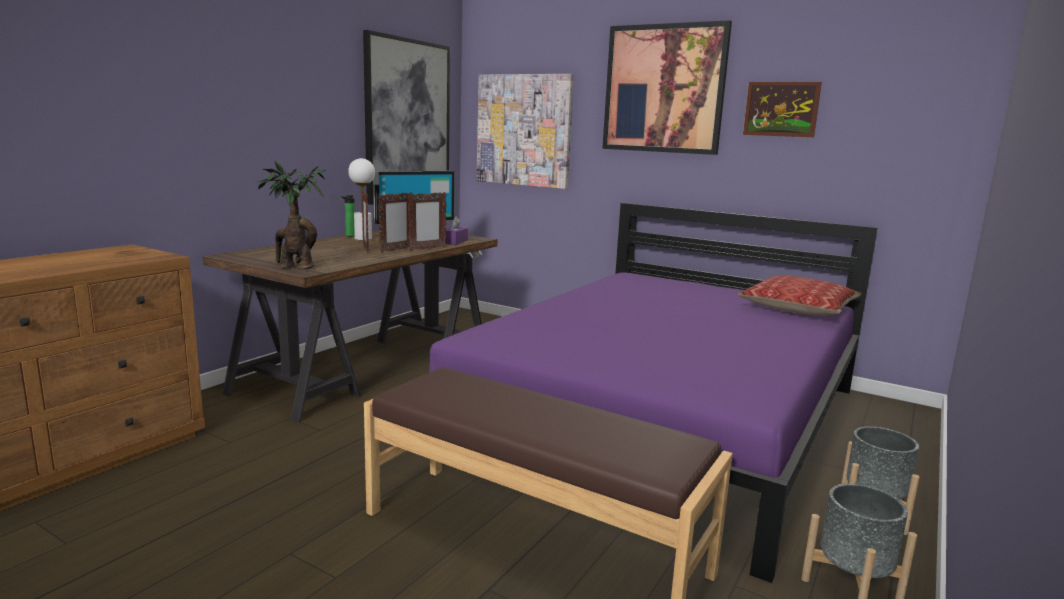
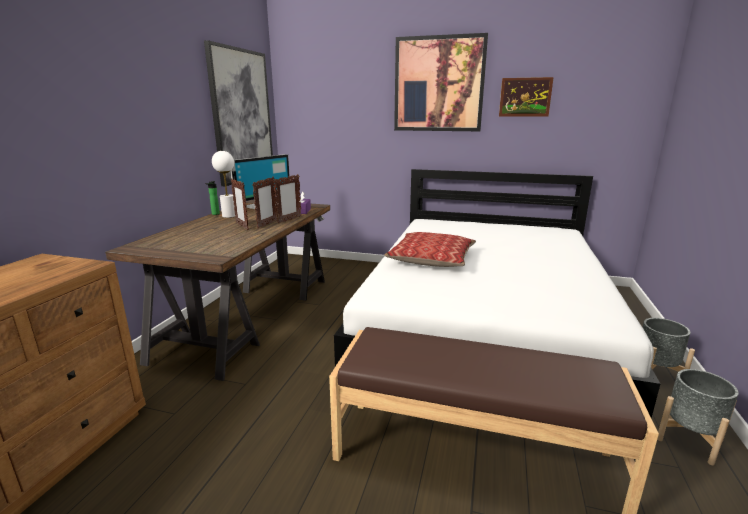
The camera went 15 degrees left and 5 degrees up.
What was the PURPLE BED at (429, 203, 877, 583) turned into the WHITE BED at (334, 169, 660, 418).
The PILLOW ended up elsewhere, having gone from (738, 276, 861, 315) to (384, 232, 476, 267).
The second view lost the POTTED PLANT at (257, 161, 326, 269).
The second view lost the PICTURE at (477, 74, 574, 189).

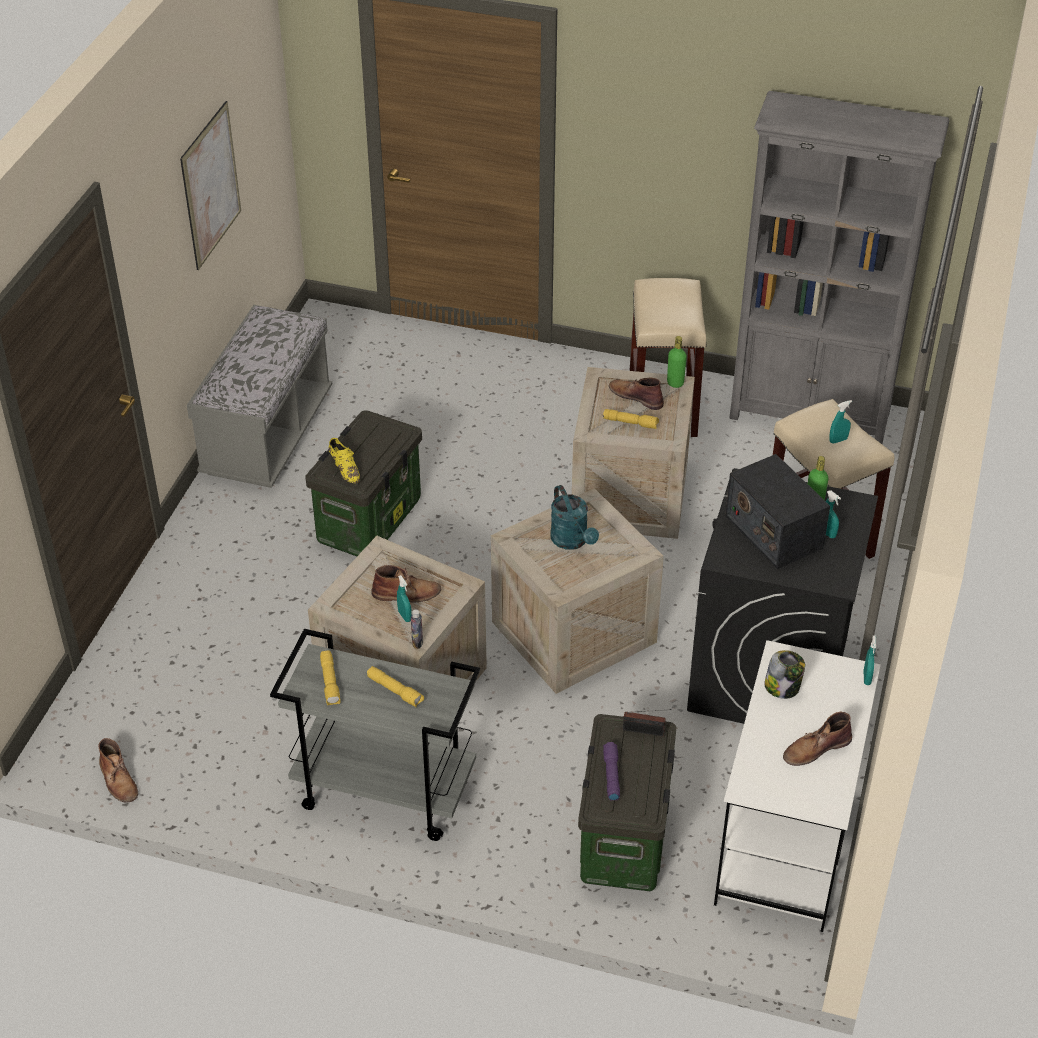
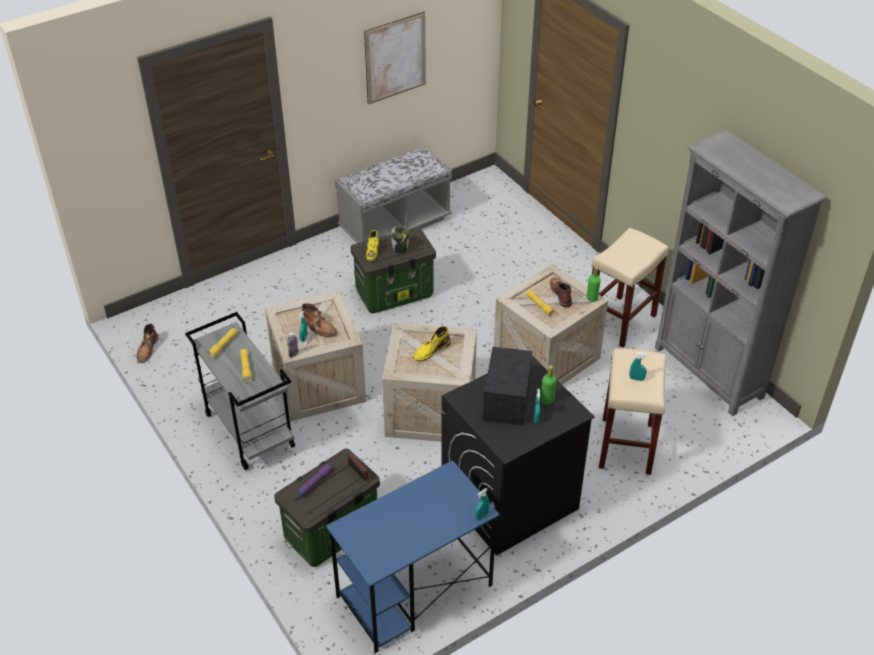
The camera went 40 degrees right and 0 degrees up.
What was the WHITE DESK at (714, 640, 881, 932) turned into the BLUE DESK at (326, 460, 500, 653).
The JAR ended up elsewhere, having gone from (764, 650, 805, 699) to (391, 226, 409, 253).
Where the TURQUOISE WATERING CAN stood at (550, 485, 599, 550), the YELLOW BOOT came to stand at (413, 326, 451, 361).
The second view lost the BROWN BOOT at (783, 712, 852, 766).

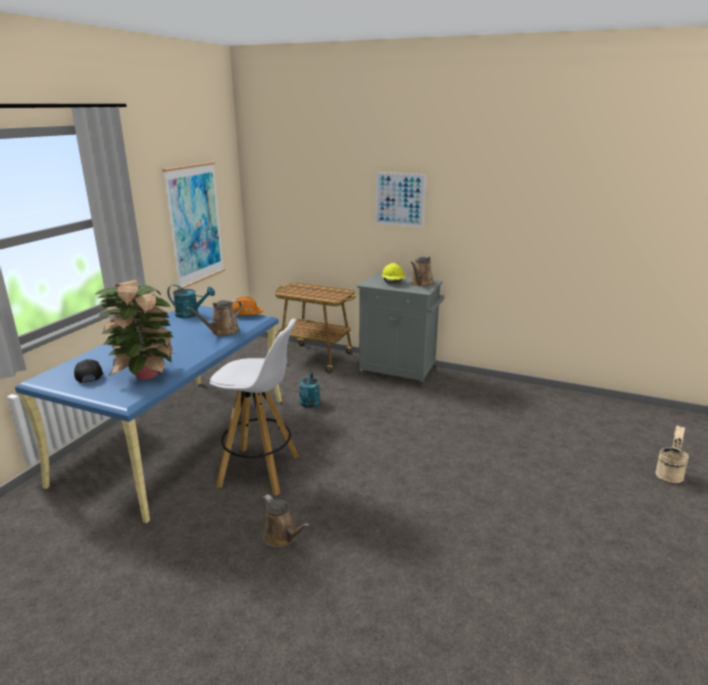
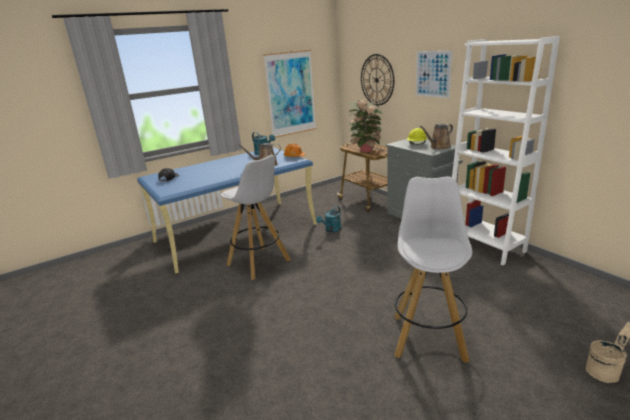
The camera went 35 degrees right and 0 degrees up.
The POTTED PLANT ended up elsewhere, having gone from (94, 280, 176, 380) to (348, 99, 382, 152).
The second view gained the WALL CLOCK at (361, 54, 394, 105).
The second view gained the WHITE STOOL at (394, 177, 472, 363).
The second view gained the WHITE BOOKCASE at (452, 36, 560, 266).
The second view lost the BROWN WATERING CAN at (261, 495, 310, 547).

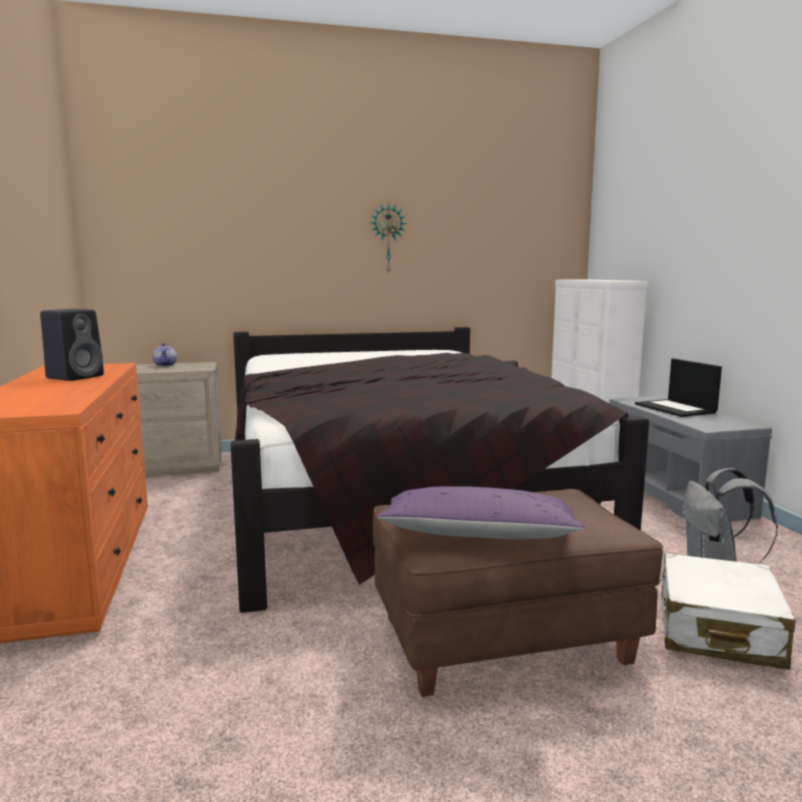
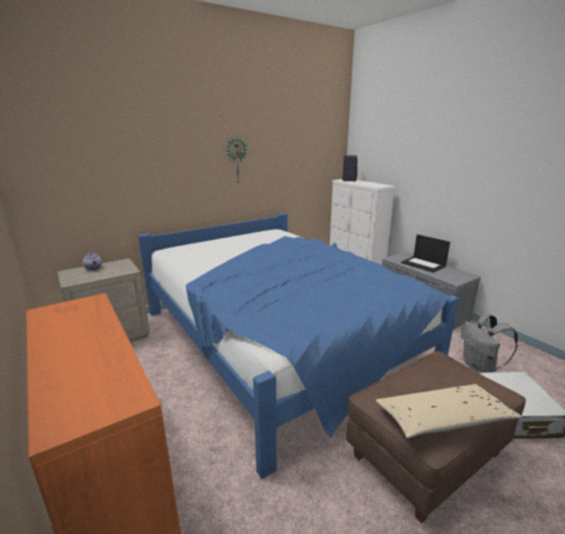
The camera went 20 degrees left and 10 degrees up.
What was the BLACK BED at (231, 327, 649, 613) turned into the BLUE BED at (138, 213, 459, 479).
The BLACK SPEAKER ended up elsewhere, having gone from (40, 309, 104, 381) to (342, 155, 357, 181).
What was the PURPLE PILLOW at (377, 487, 585, 539) turned into the BEIGE PILLOW at (376, 384, 523, 438).

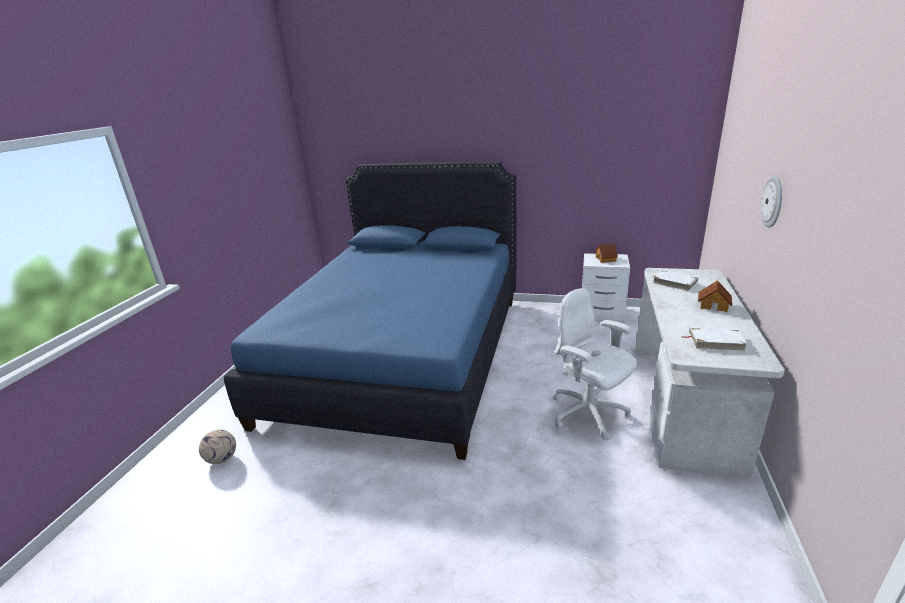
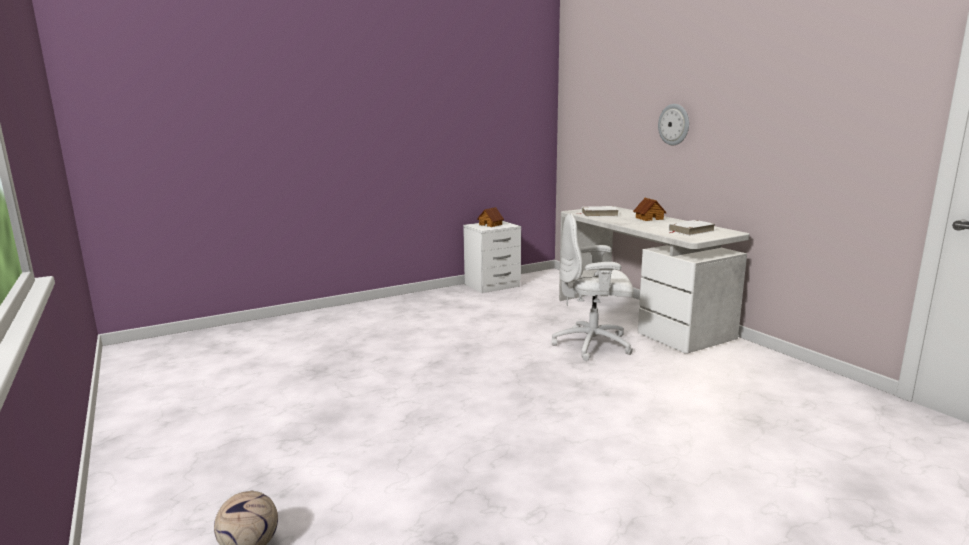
The camera went 45 degrees left and 10 degrees down.
The second view lost the BLUE BED at (224, 162, 516, 460).

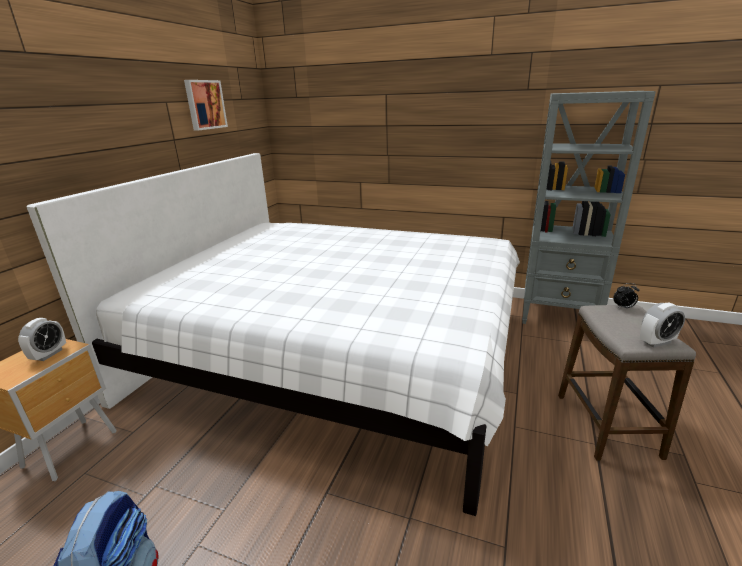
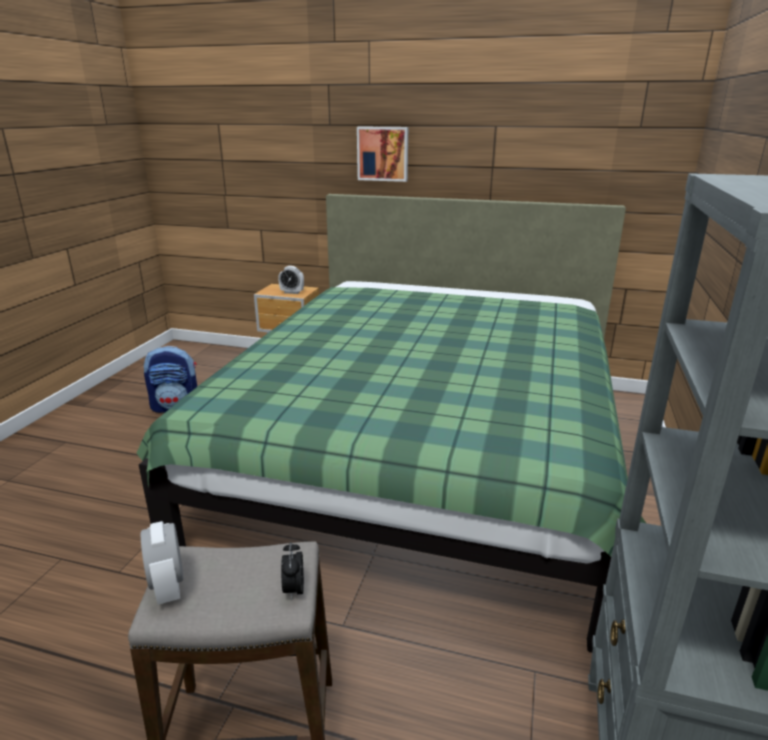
The camera went 85 degrees right and 0 degrees up.
What was the WHITE BED at (27, 153, 520, 516) turned into the GREEN BED at (136, 194, 646, 653).
The PICTURE ended up elsewhere, having gone from (184, 80, 228, 131) to (357, 127, 408, 182).

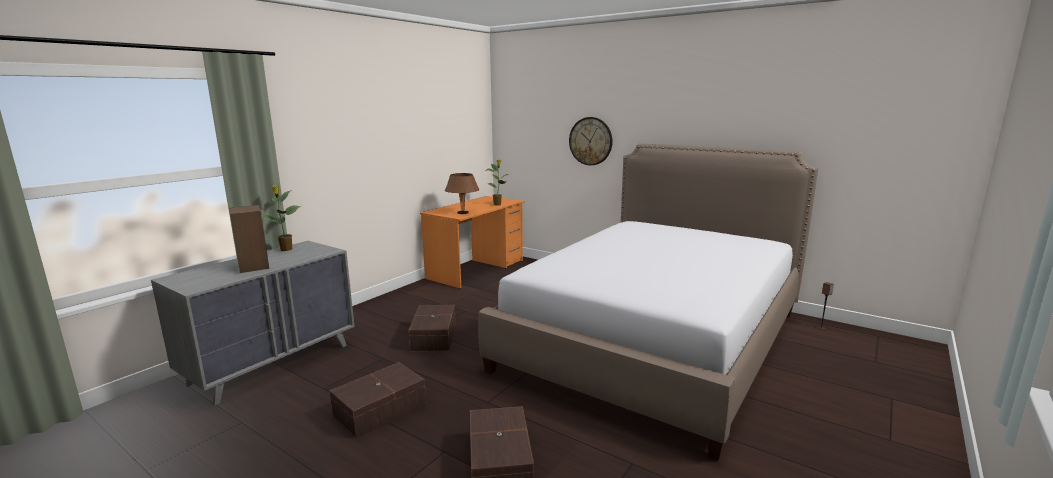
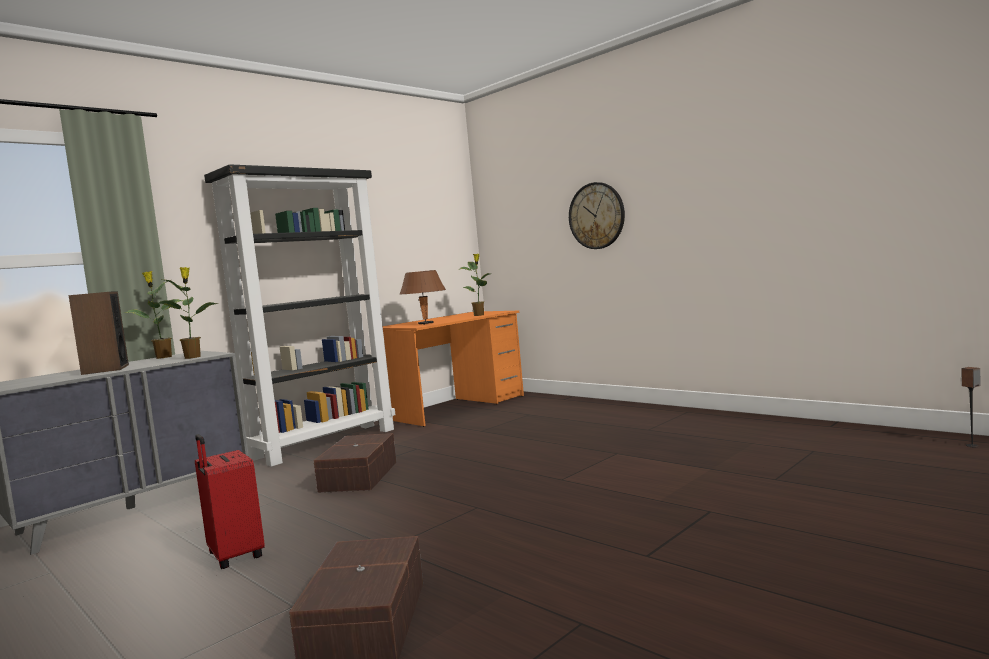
The camera went 10 degrees right and 10 degrees down.
The second view gained the POTTED PLANT at (155, 267, 218, 359).
Where the BROWN STORAGE BOX stood at (330, 362, 426, 438), the RED SUITCASE came to stand at (195, 434, 265, 569).
The second view gained the BLACK BOOKCASE at (204, 164, 396, 467).
The second view lost the BED at (478, 144, 818, 461).

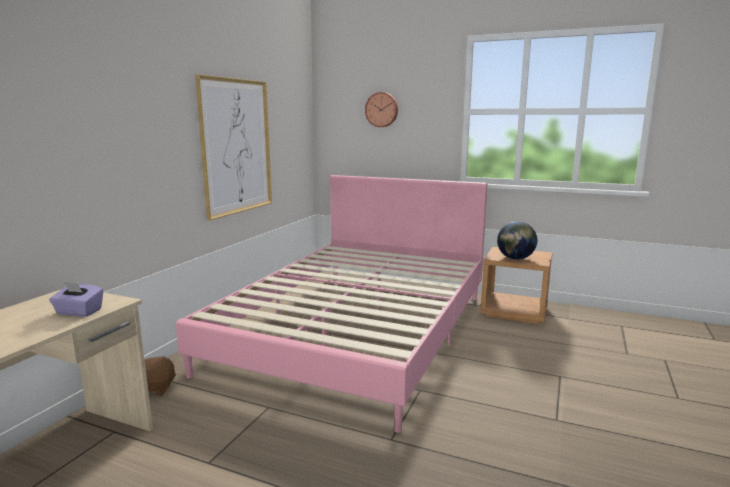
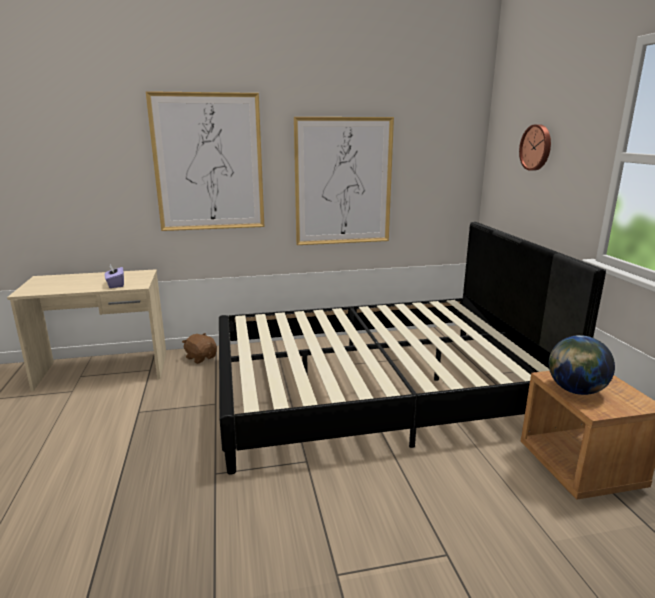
The camera went 55 degrees right and 5 degrees up.
The second view gained the PICTURE at (146, 91, 264, 231).
What was the PINK BED at (176, 175, 487, 433) turned into the BLACK BED at (219, 222, 606, 475).

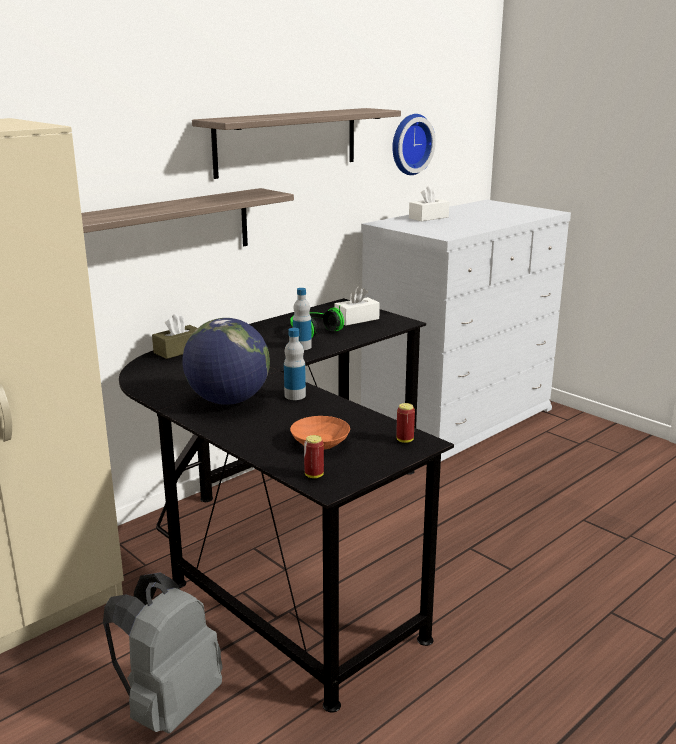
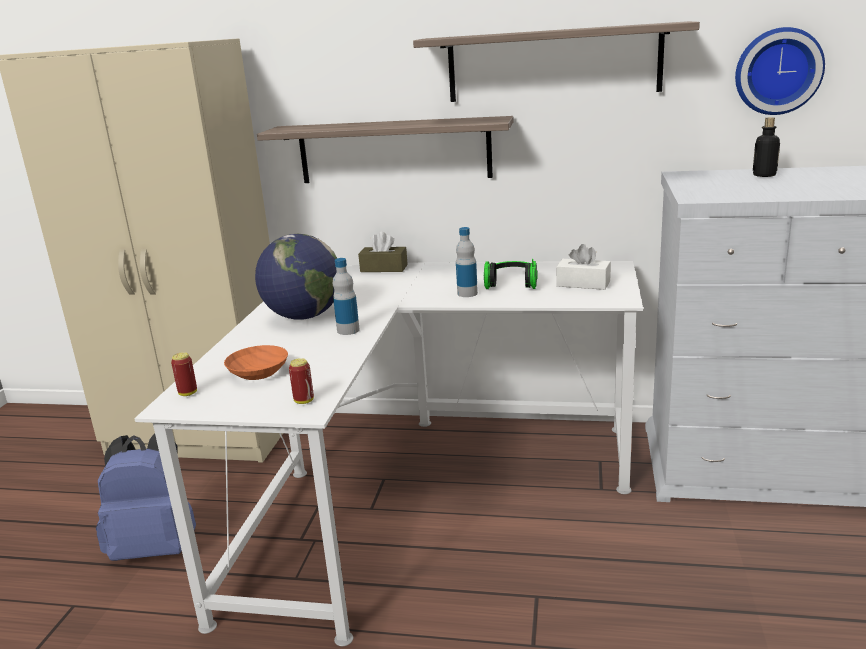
The camera went 55 degrees right and 0 degrees up.
What was the GREY BACKPACK at (103, 572, 223, 734) turned into the BLUE BACKPACK at (96, 433, 196, 561).
What was the BLACK DESK at (119, 298, 454, 713) turned into the WHITE DESK at (134, 261, 643, 646).
Where the WHITE TISSUE BOX stood at (409, 186, 449, 221), the BOTTLE came to stand at (753, 117, 780, 177).

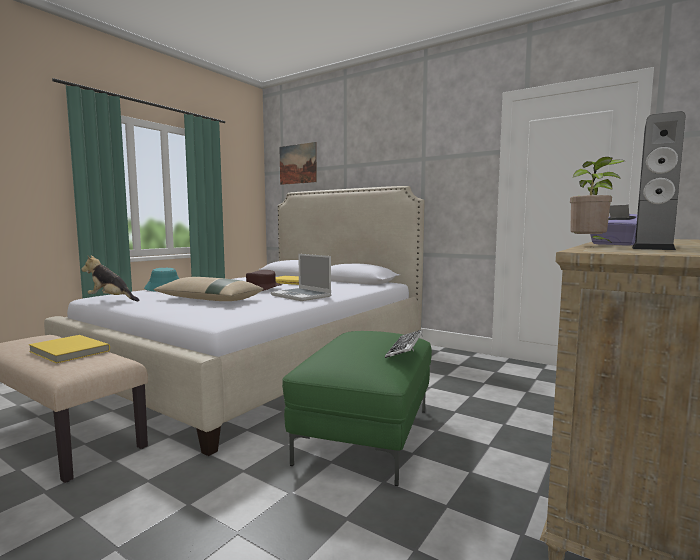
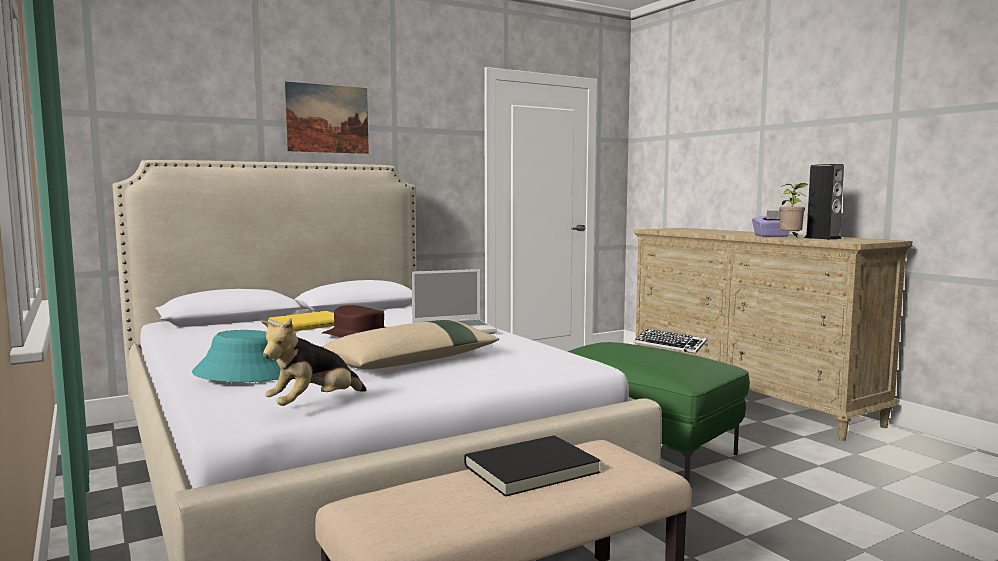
The camera went 65 degrees left and 0 degrees up.
The PICTURE ended up elsewhere, having gone from (279, 142, 317, 185) to (285, 81, 369, 154).
What was the YELLOW BOOK at (29, 335, 110, 363) turned into the BLACK BOOK at (464, 435, 601, 497).

